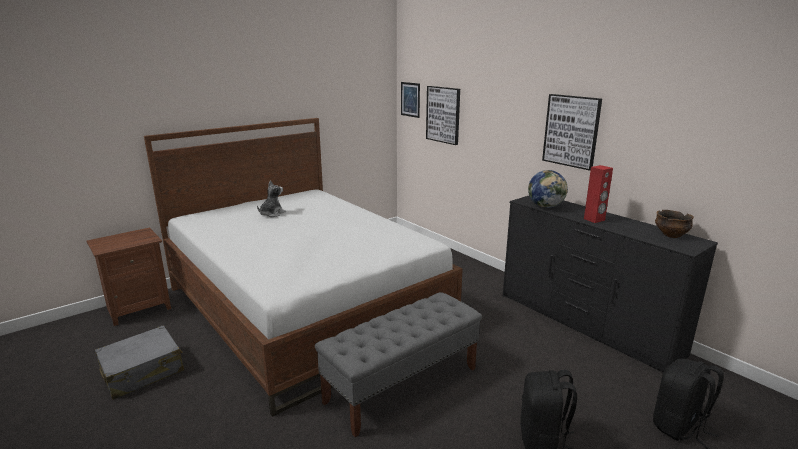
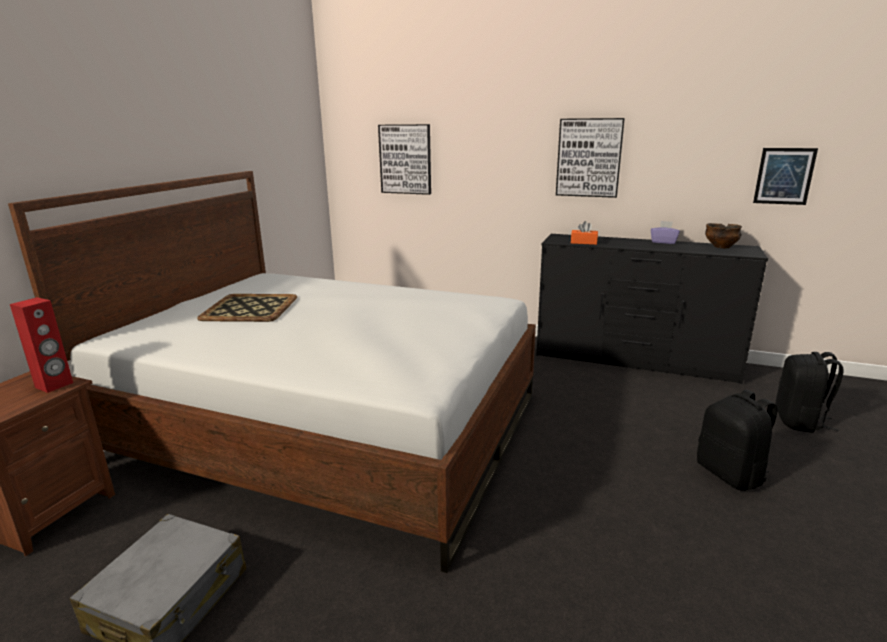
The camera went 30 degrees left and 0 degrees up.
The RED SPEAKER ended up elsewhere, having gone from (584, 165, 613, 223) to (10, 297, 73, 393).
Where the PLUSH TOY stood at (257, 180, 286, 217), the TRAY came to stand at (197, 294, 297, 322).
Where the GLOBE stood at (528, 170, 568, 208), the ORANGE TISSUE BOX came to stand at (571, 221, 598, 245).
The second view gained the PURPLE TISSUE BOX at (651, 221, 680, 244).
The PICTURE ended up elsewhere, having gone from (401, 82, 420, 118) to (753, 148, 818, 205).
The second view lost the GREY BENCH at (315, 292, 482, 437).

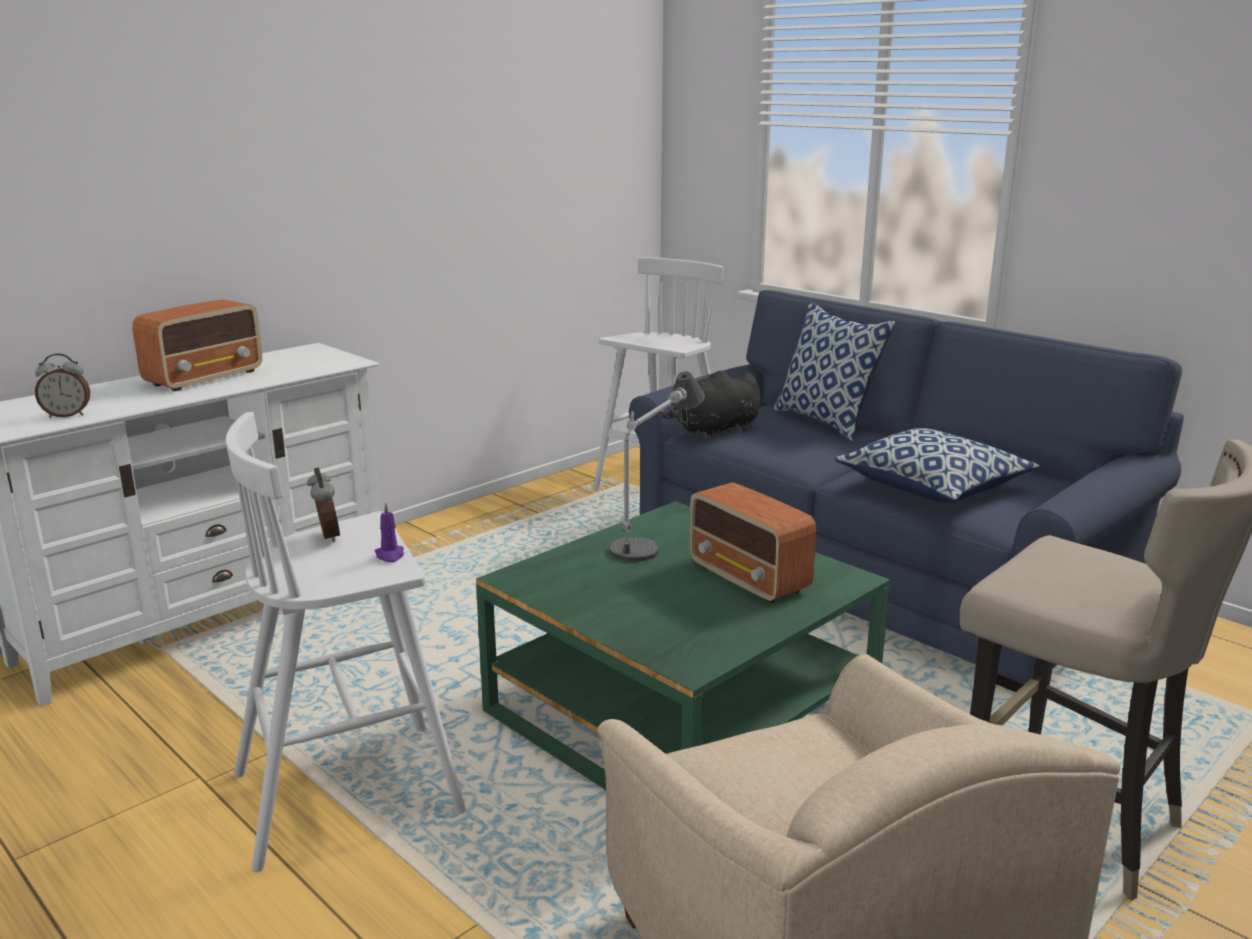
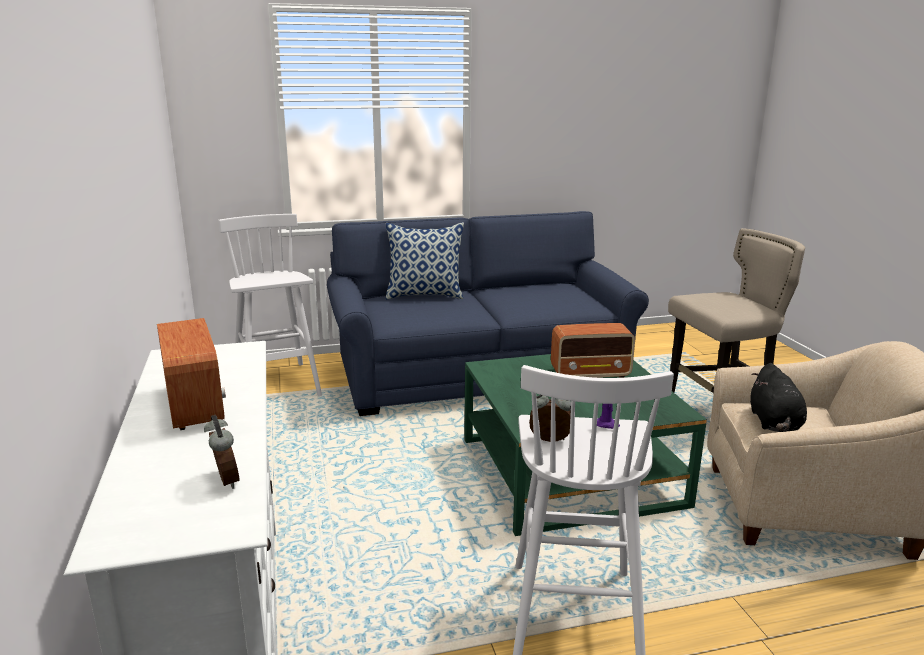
The camera went 60 degrees left and 0 degrees up.
The ALARM CLOCK at (35, 353, 90, 418) ended up facing another way, 45 degrees counterclockwise from before.
The BLACK PLUSH TOY ended up elsewhere, having gone from (656, 371, 760, 439) to (750, 363, 807, 432).
The second view lost the TABLE LAMP at (609, 372, 705, 562).
The second view lost the PILLOW at (835, 428, 1040, 502).

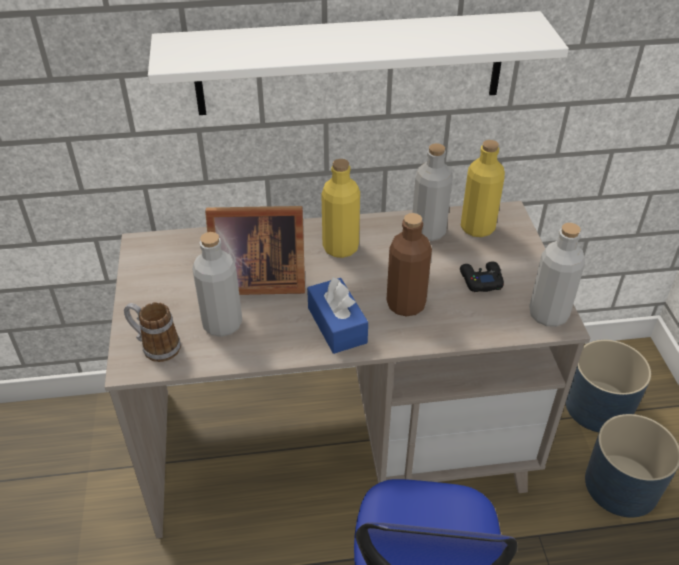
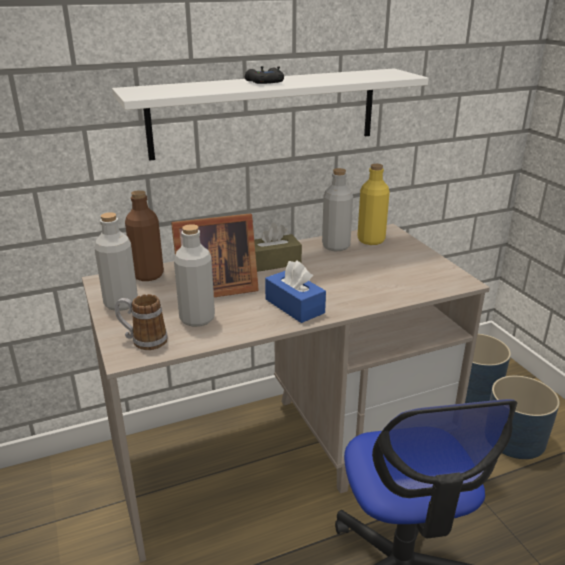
The camera went 15 degrees left and 15 degrees down.
The GREY BOTTLE ended up elsewhere, having gone from (529, 223, 585, 327) to (95, 212, 138, 311).
The BROWN BOTTLE ended up elsewhere, having gone from (386, 213, 432, 316) to (125, 190, 164, 281).
The BLACK GAME CONTROLLER ended up elsewhere, having gone from (460, 261, 504, 292) to (245, 66, 284, 84).
Where the YELLOW BOTTLE stood at (321, 159, 360, 258), the BROWN TISSUE BOX came to stand at (254, 223, 302, 272).

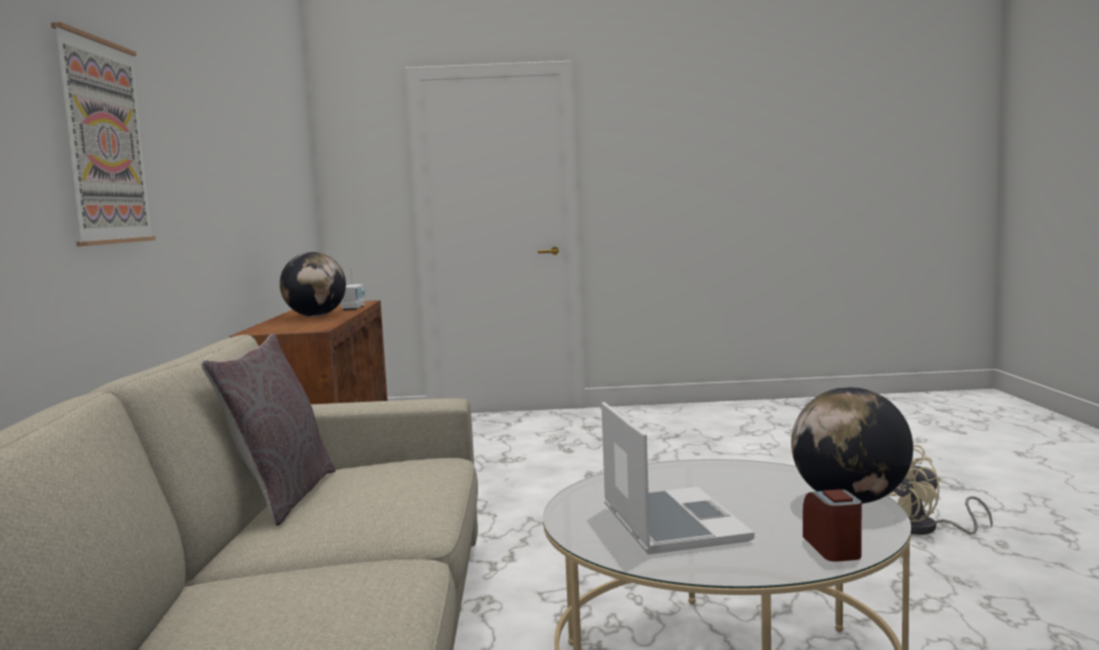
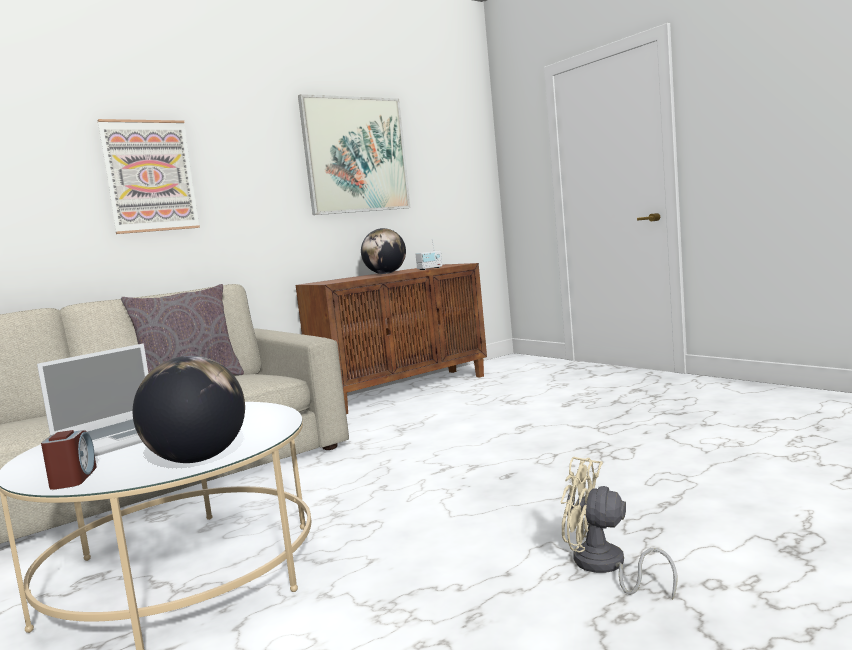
The camera went 55 degrees right and 0 degrees up.
The ALARM CLOCK at (803, 489, 862, 562) ended up facing another way, 60 degrees counterclockwise from before.
The second view gained the PICTURE at (298, 94, 410, 215).

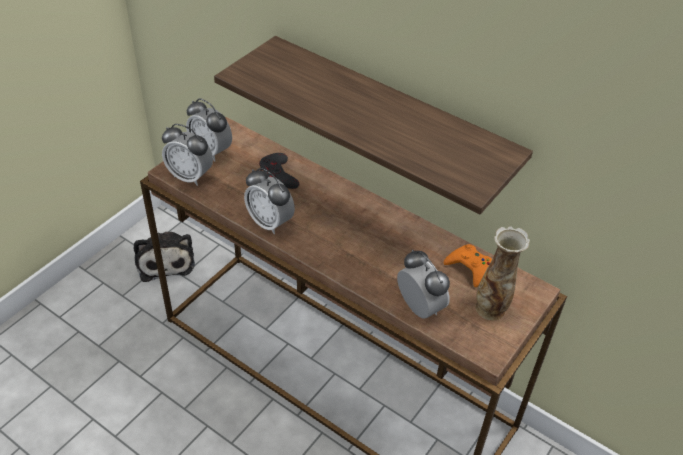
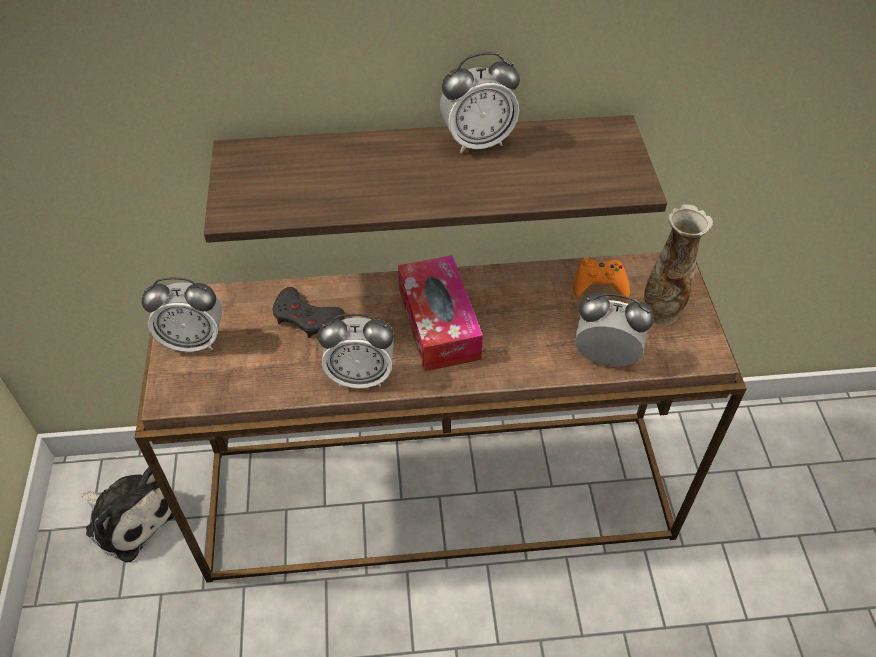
The camera went 40 degrees left and 5 degrees up.
The second view gained the TISSUE BOX at (398, 255, 483, 371).
The ALARM CLOCK ended up elsewhere, having gone from (162, 124, 213, 186) to (440, 52, 520, 153).

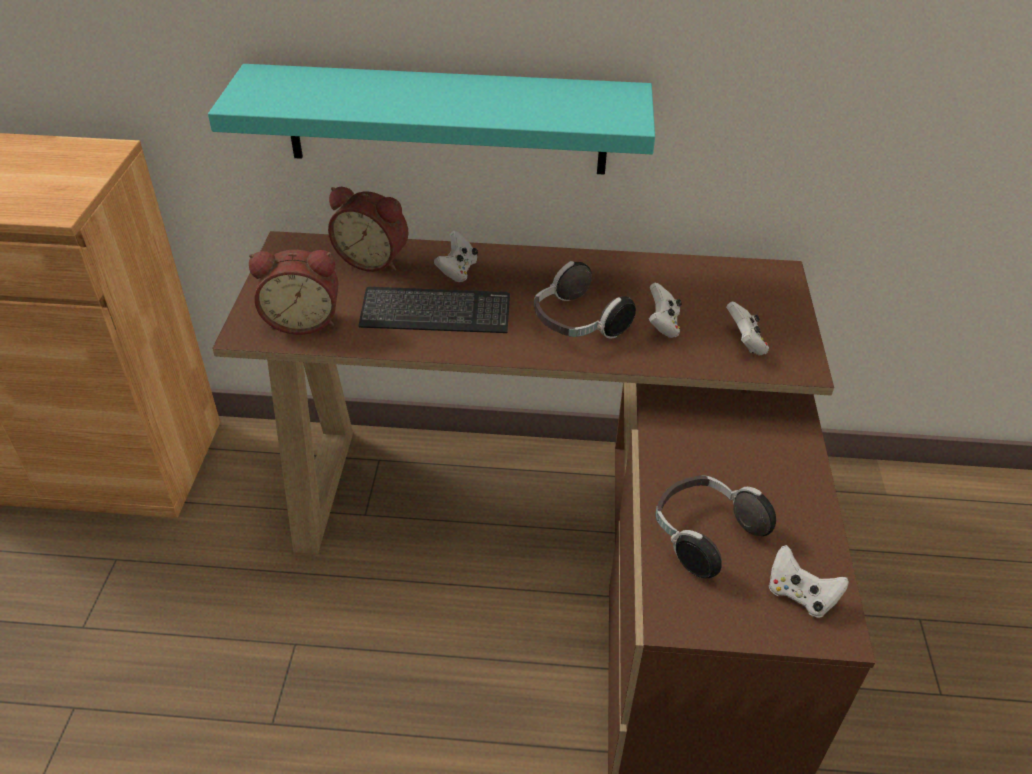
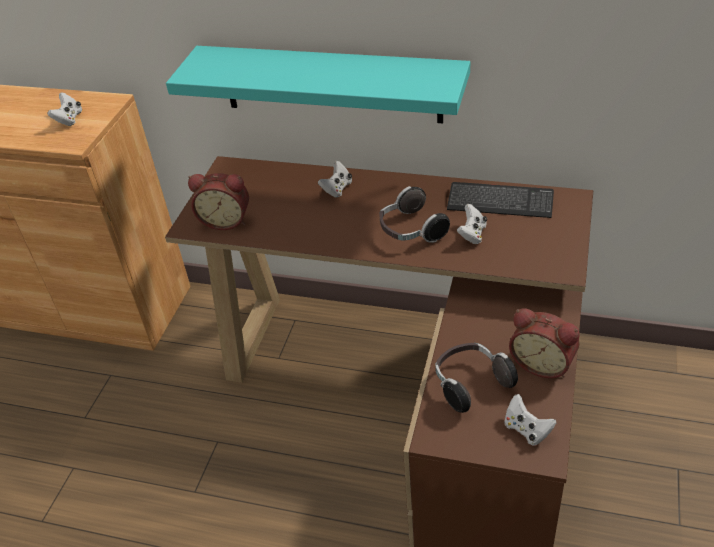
The camera went 15 degrees right and 0 degrees up.
The WHITE GAME CONTROLLER ended up elsewhere, having gone from (726, 302, 769, 355) to (47, 92, 82, 126).
The KEYBOARD ended up elsewhere, having gone from (359, 287, 510, 333) to (447, 182, 554, 218).
The ALARM CLOCK ended up elsewhere, having gone from (328, 187, 408, 272) to (509, 308, 580, 378).

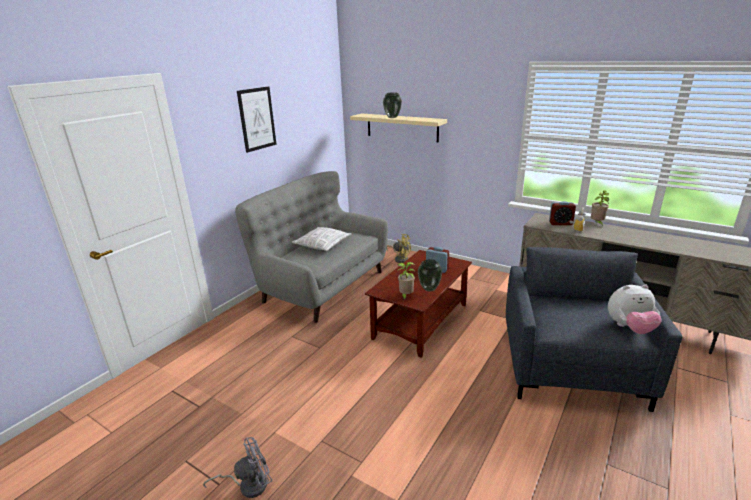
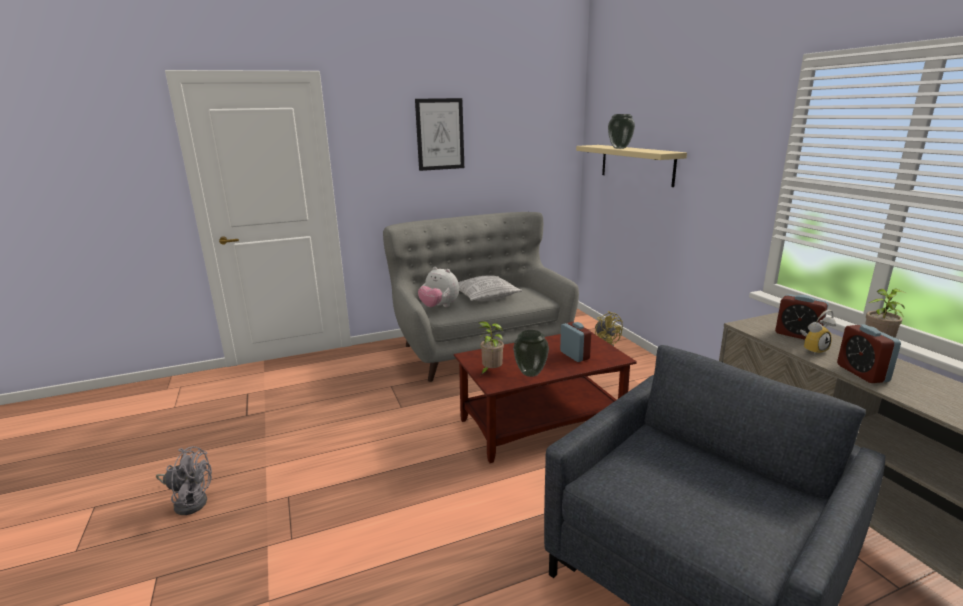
The camera went 35 degrees right and 5 degrees down.
The PLUSH TOY ended up elsewhere, having gone from (608, 285, 661, 334) to (418, 267, 459, 307).
The second view gained the ALARM CLOCK at (837, 324, 901, 383).

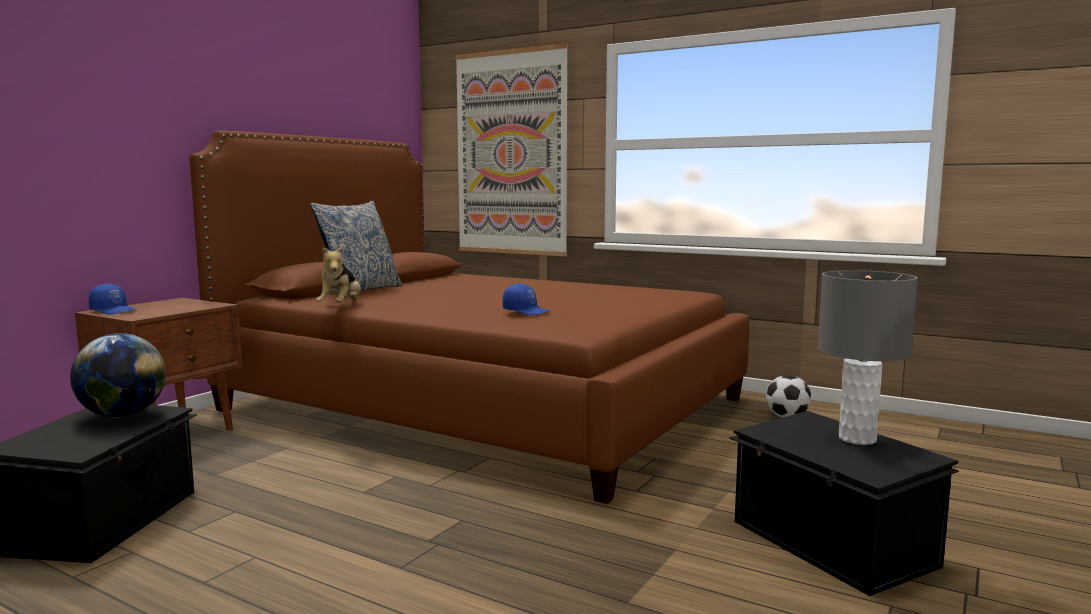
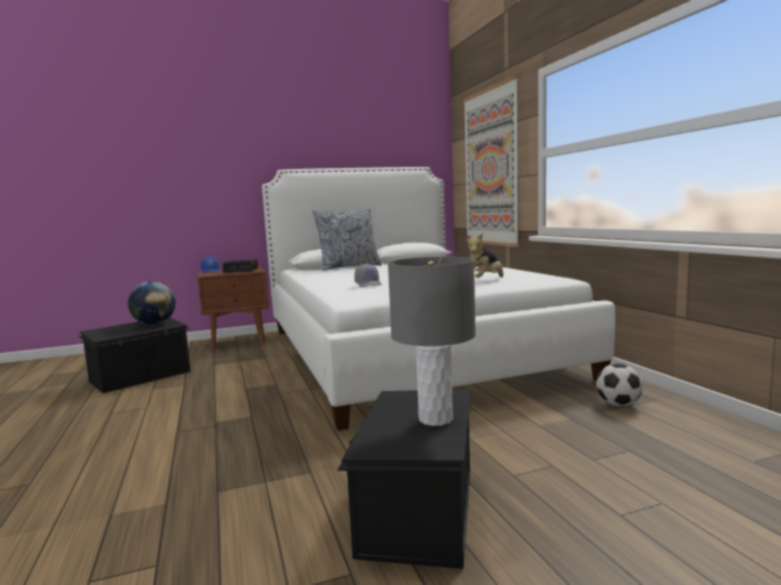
The camera went 40 degrees right and 0 degrees up.
The second view gained the ALARM CLOCK at (222, 259, 258, 273).
What was the BROWN BED at (189, 131, 749, 504) turned into the WHITE BED at (262, 167, 615, 431).
What was the BLUE CAP at (503, 283, 550, 315) turned into the GREY CAP at (354, 264, 382, 287).
The PLUSH TOY ended up elsewhere, having gone from (316, 245, 361, 303) to (467, 233, 503, 278).

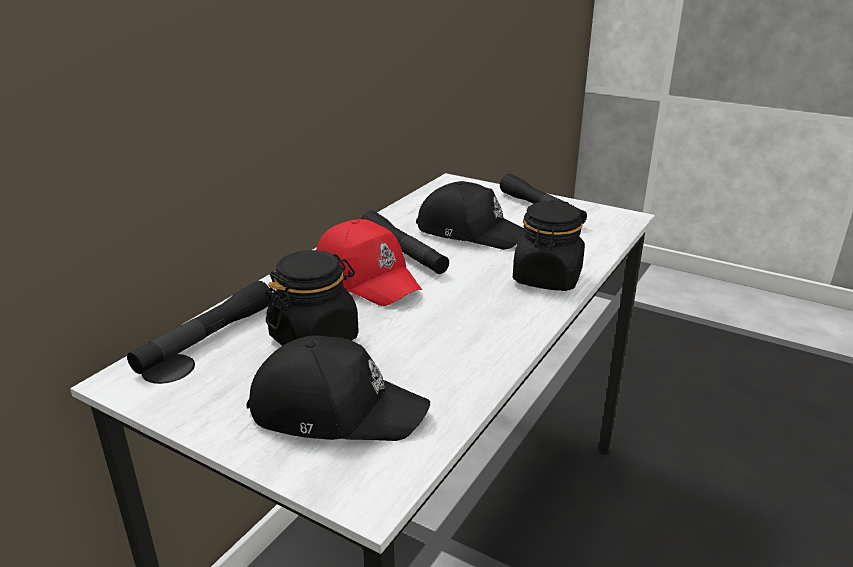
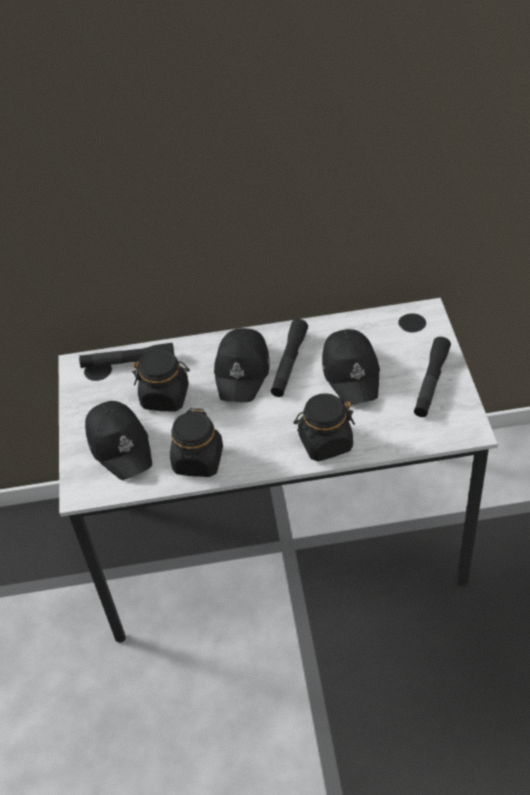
The camera went 55 degrees right and 20 degrees up.
The second view gained the BLACK JAR at (170, 408, 223, 477).
What was the RED CAP at (316, 219, 422, 306) turned into the BLACK CAP at (214, 328, 270, 402).

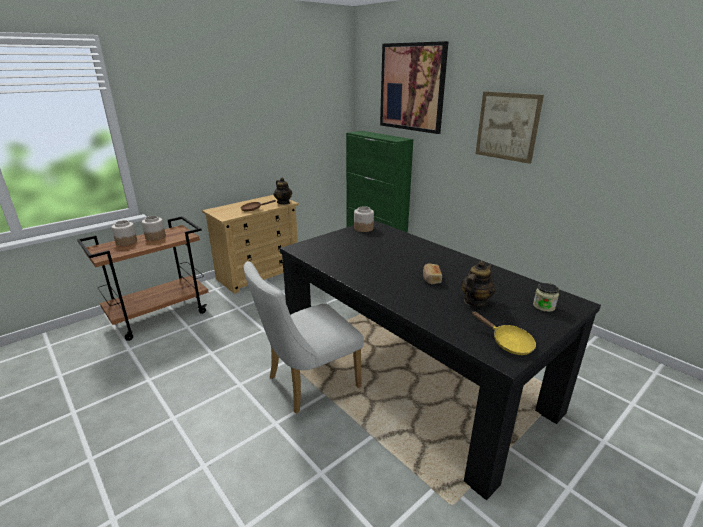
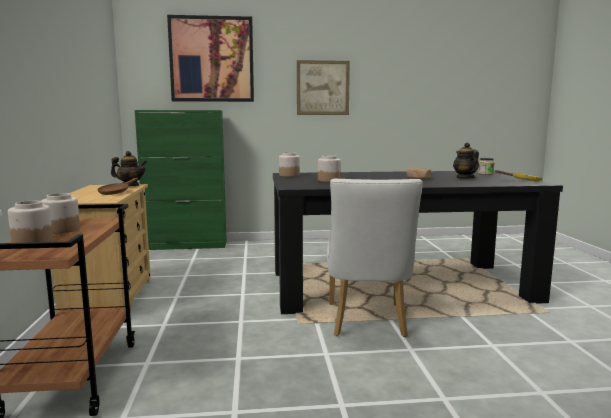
The camera went 55 degrees left and 15 degrees down.
The second view gained the JAR at (318, 155, 341, 182).

